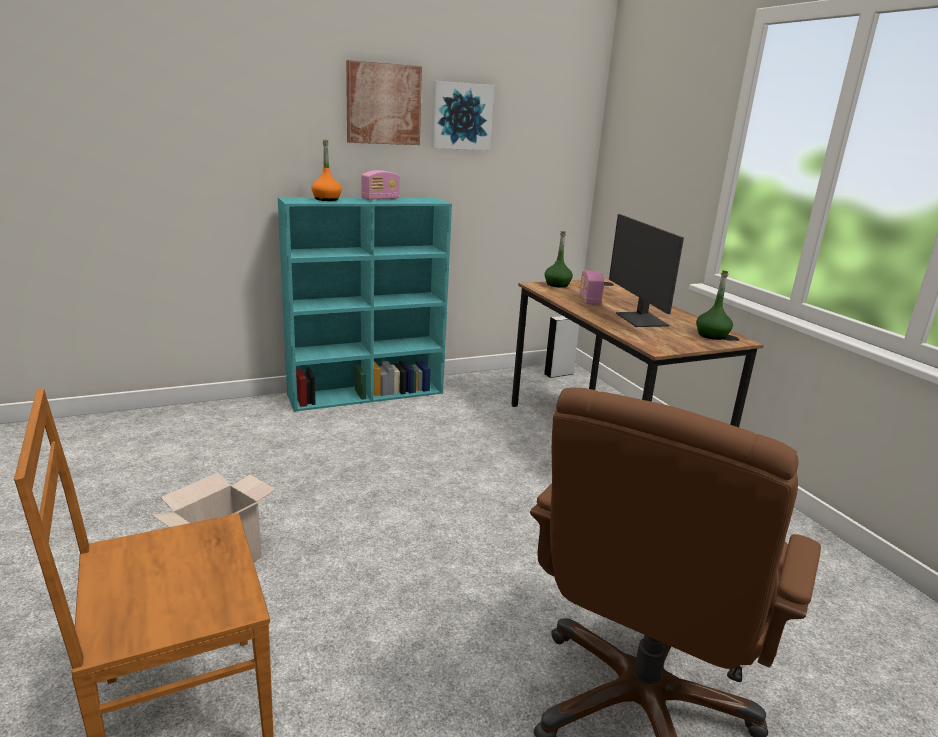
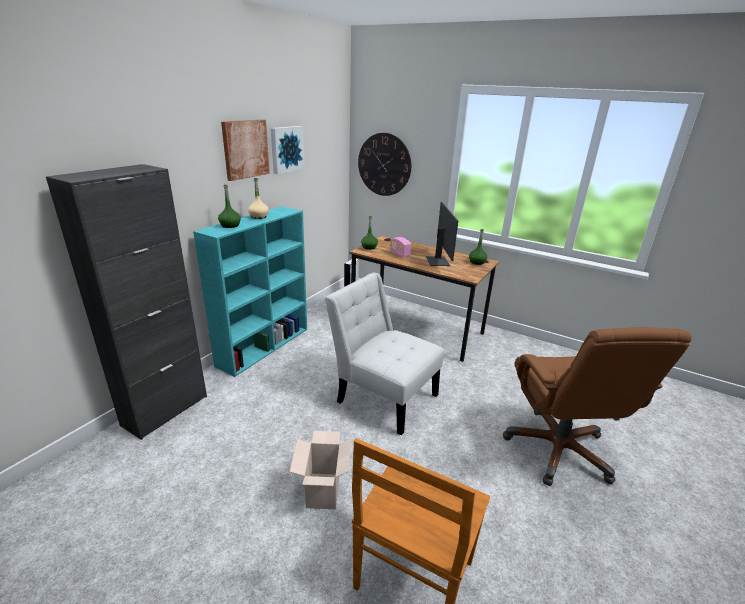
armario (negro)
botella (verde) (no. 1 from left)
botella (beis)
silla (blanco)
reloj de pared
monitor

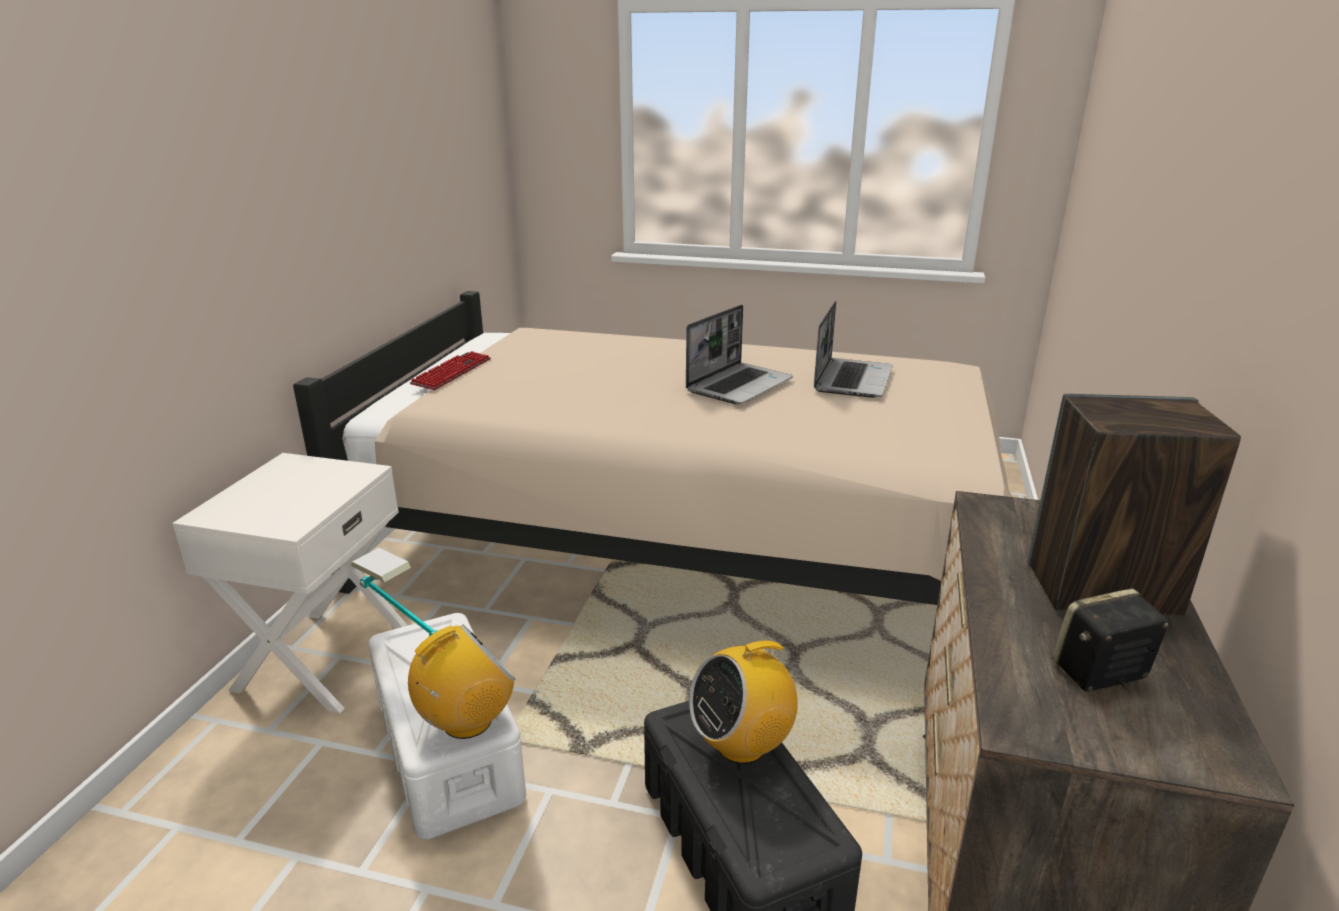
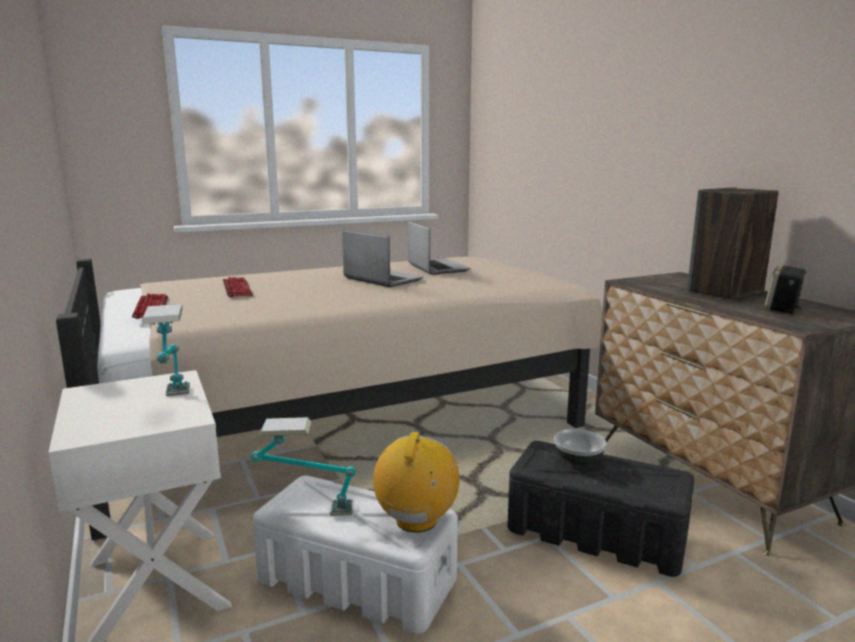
lámpara de mesa (no. 1 from left)
teclado (no. 2 from left)
portátil (no. 1 from left)
cuenco

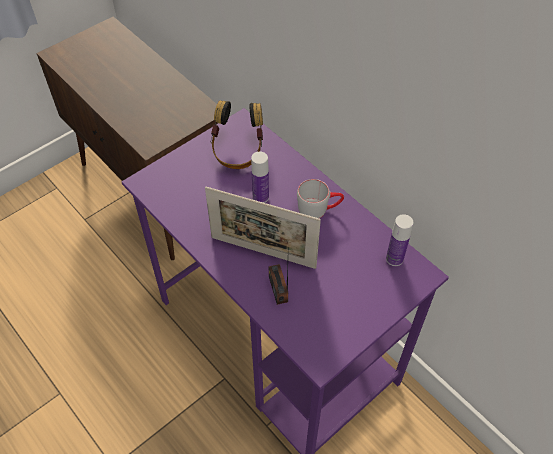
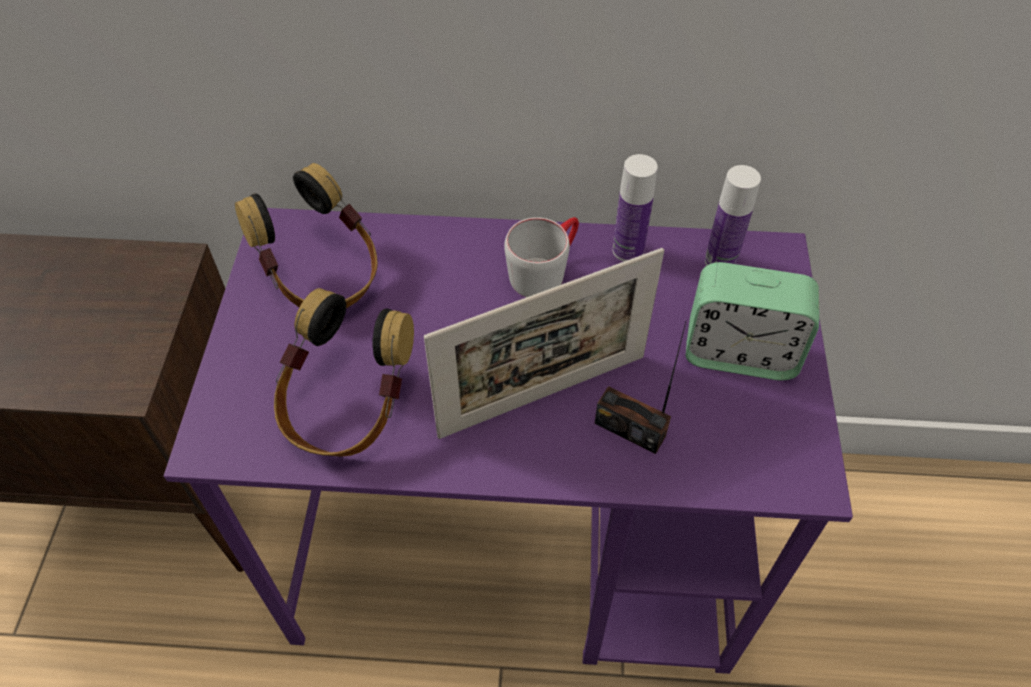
auriculares (no. 2 from left)
botella (no. 1 from left)
despertador

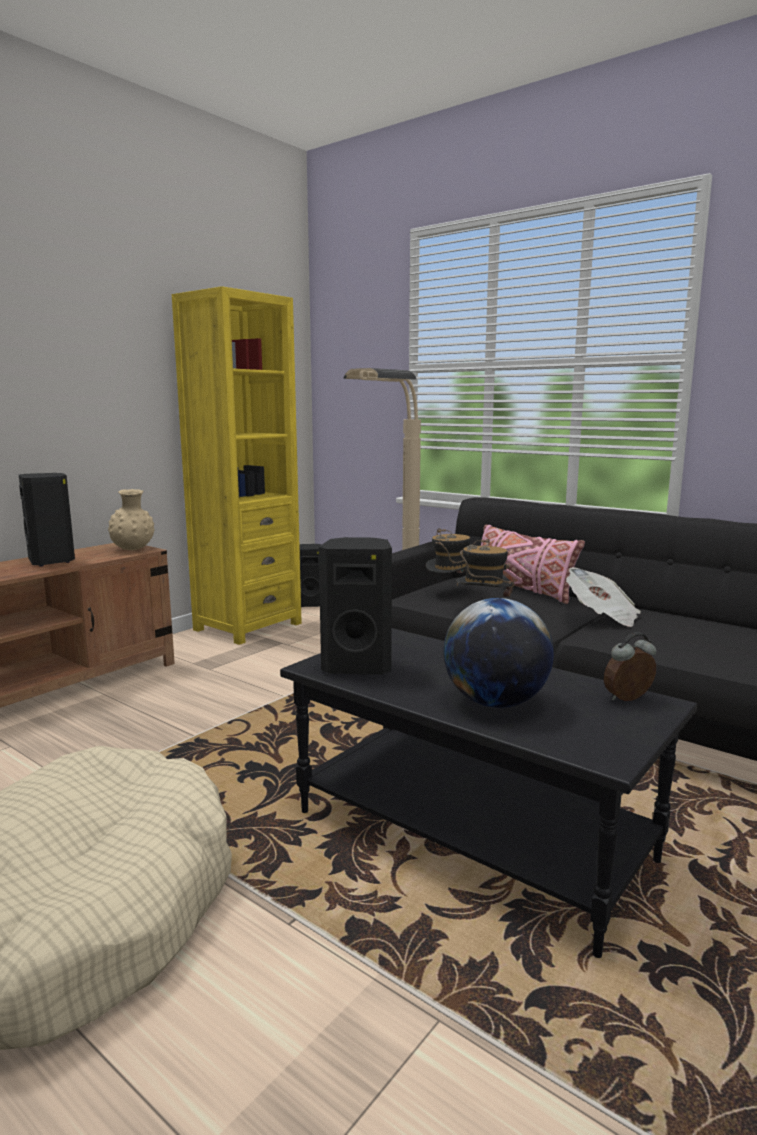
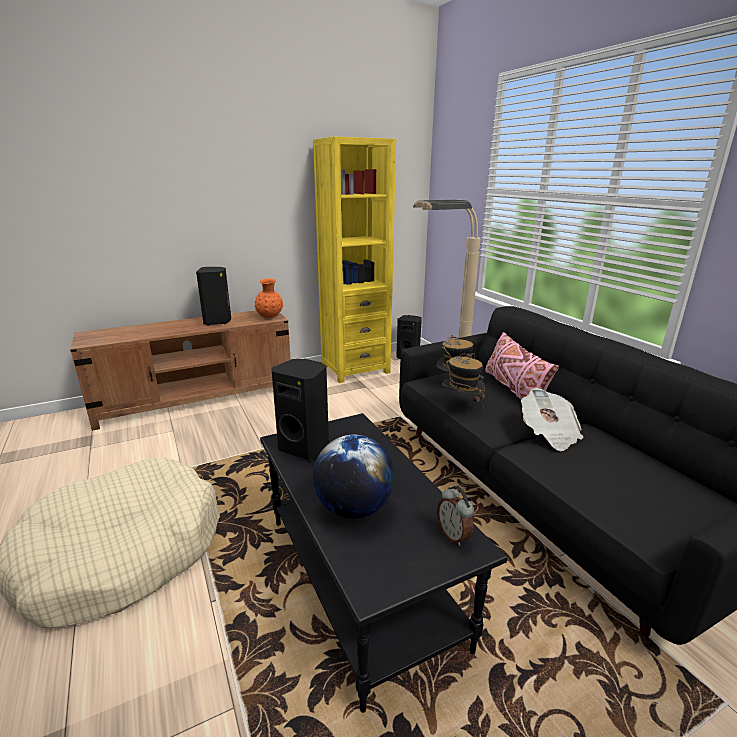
florero (naranja)
despertador

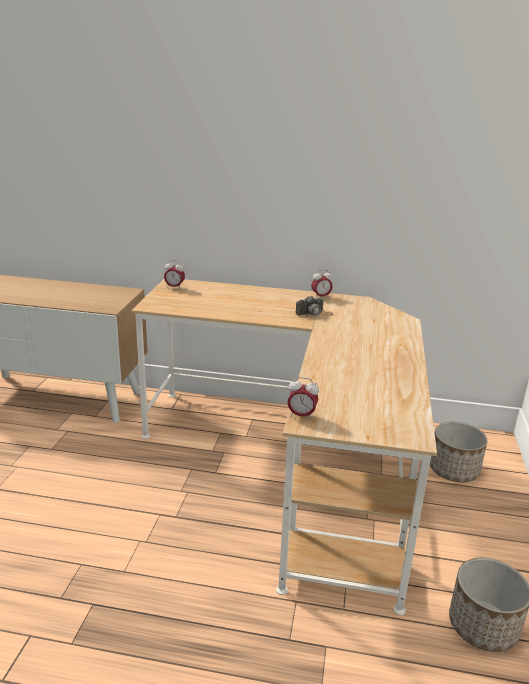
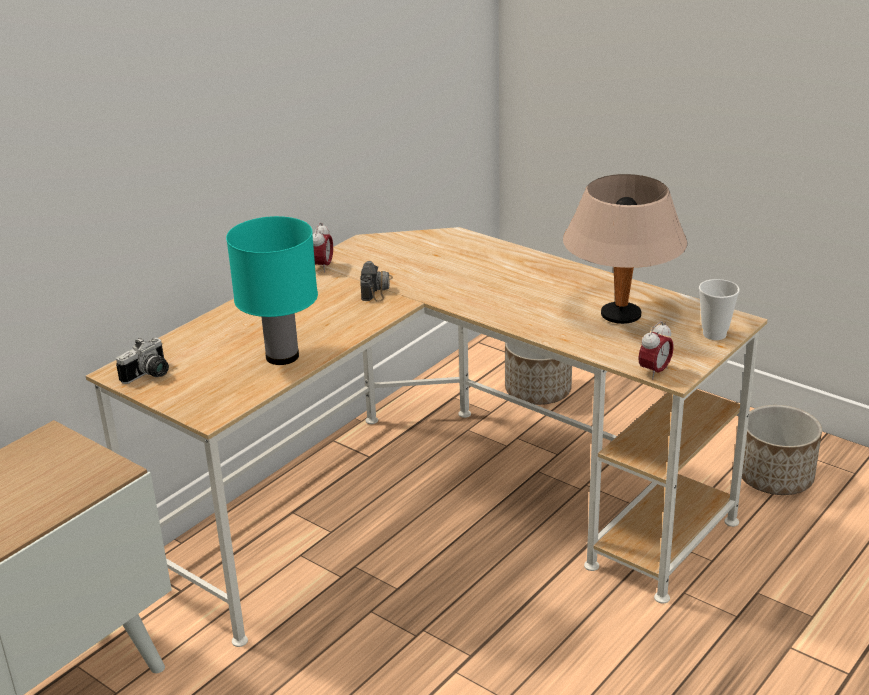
cámara (no. 1 from left)
lámpara de mesa (turquesa)
lámpara de mesa (beis)
taza

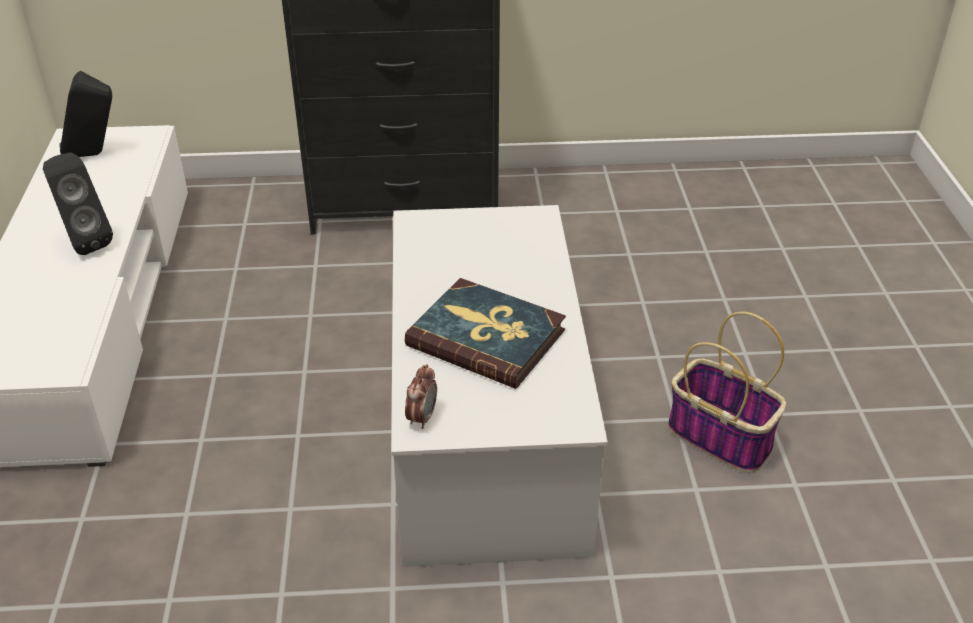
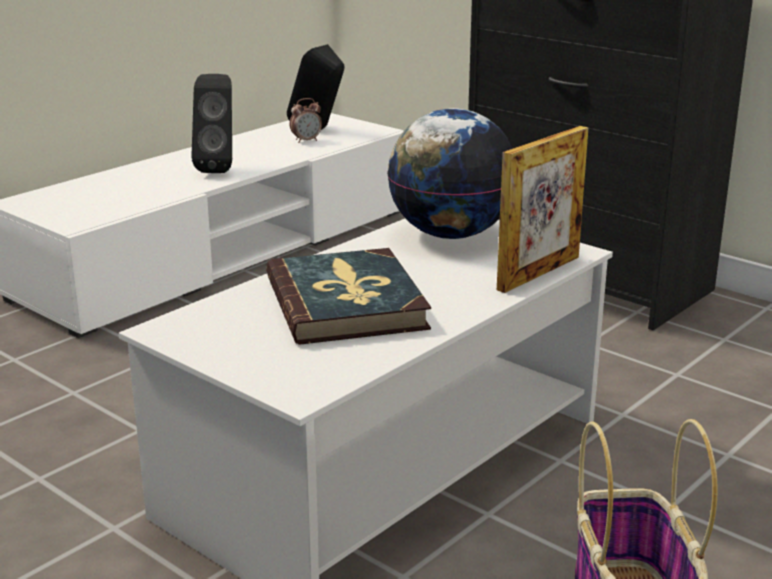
despertador
globo terráqueo
portarretratos

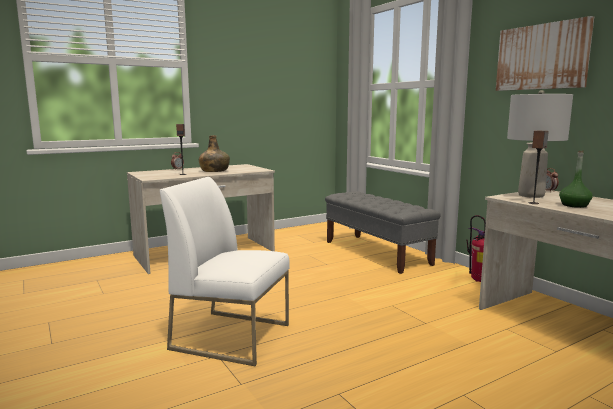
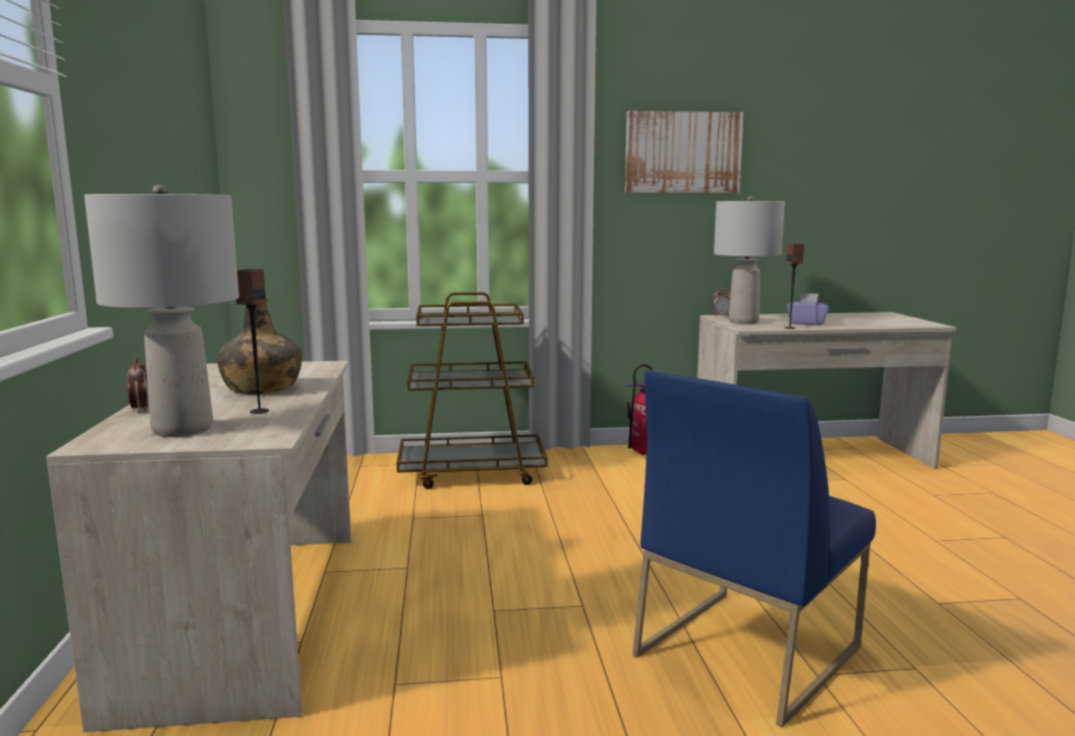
lámpara de mesa (gris) (no. 1 from left)
carrito (marrón)
silla (azul)
caja de pañuelos (morado)

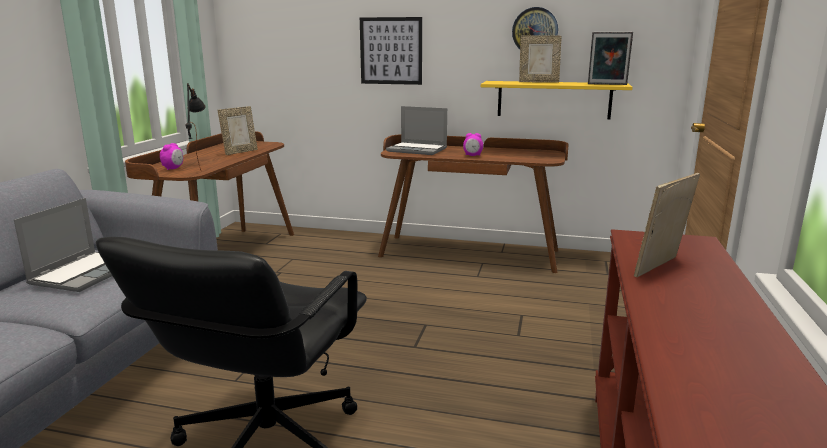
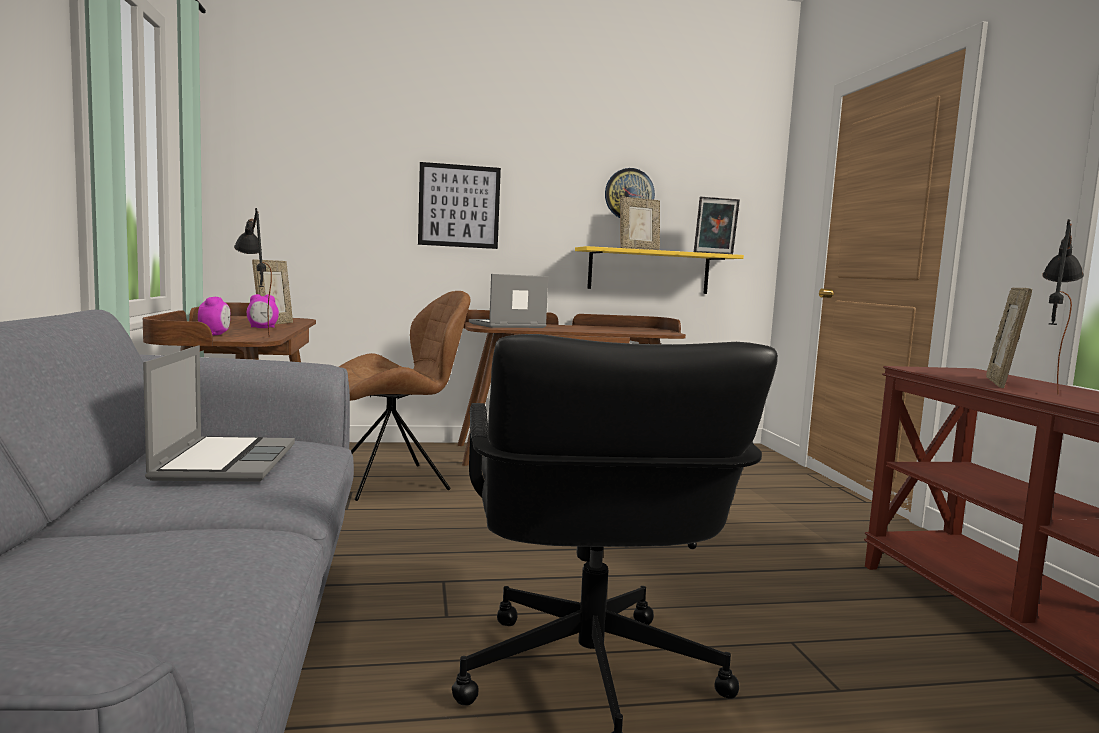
despertador (no. 2 from left)
silla (marrón)
portátil (no. 2 from left)
lámpara de mesa (negro) (no. 2 from left)

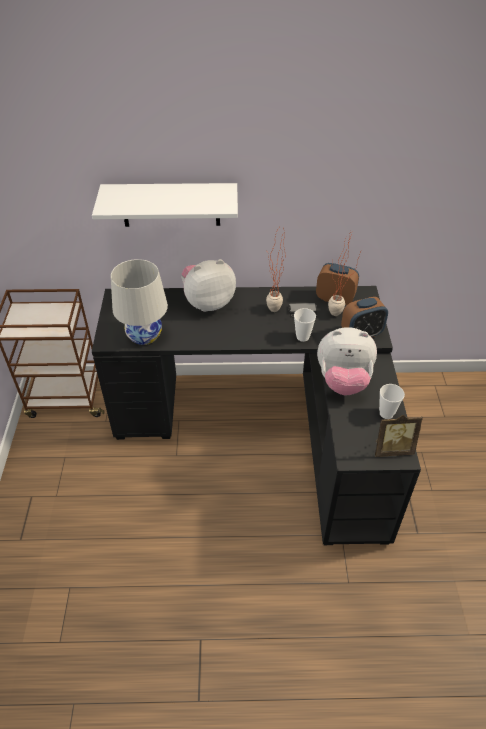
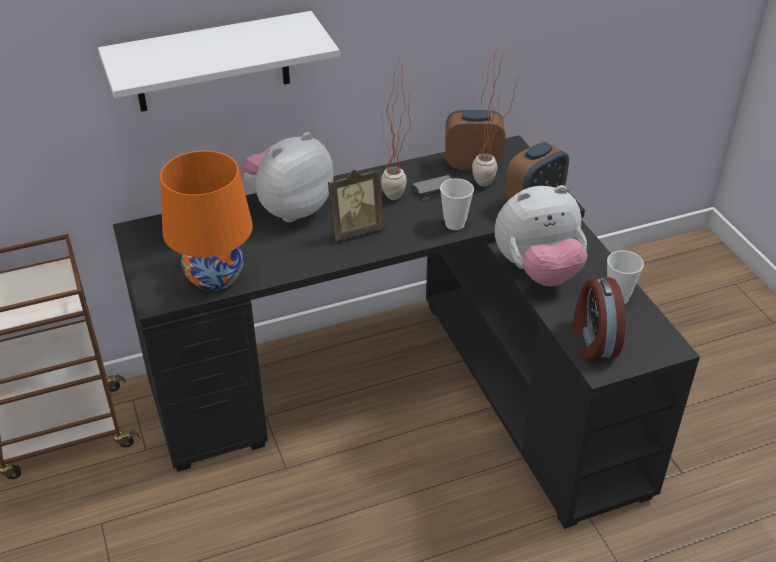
lámpara de mesa (naranja)
portarretratos
despertador (no. 3 from left)

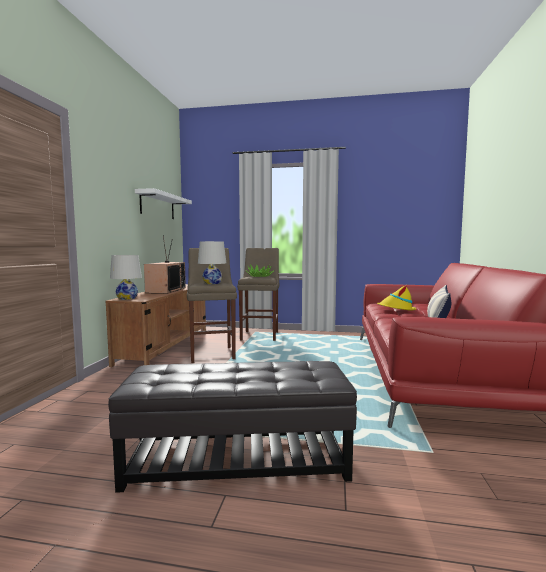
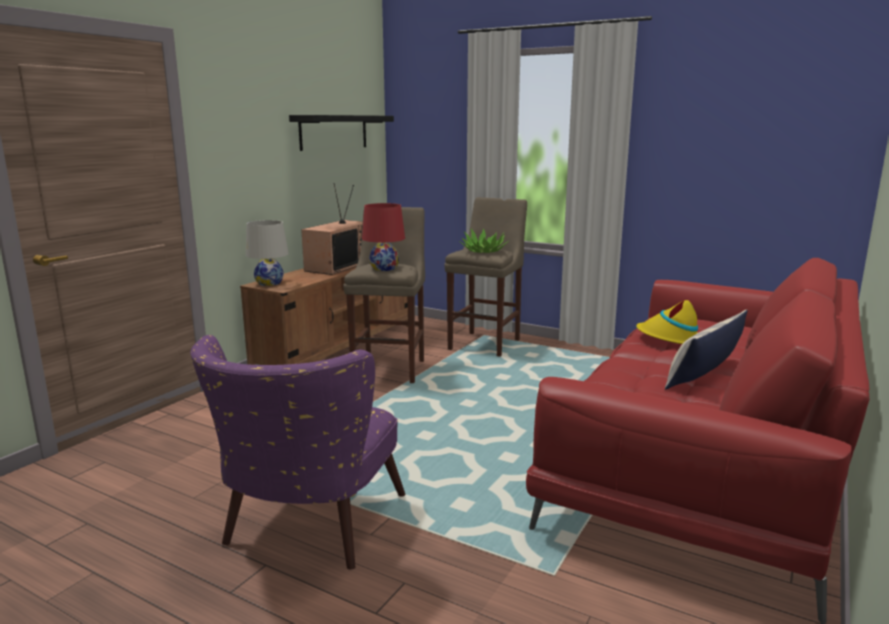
sillón (morado)
estante (negro)
lámpara de mesa (rojo)

